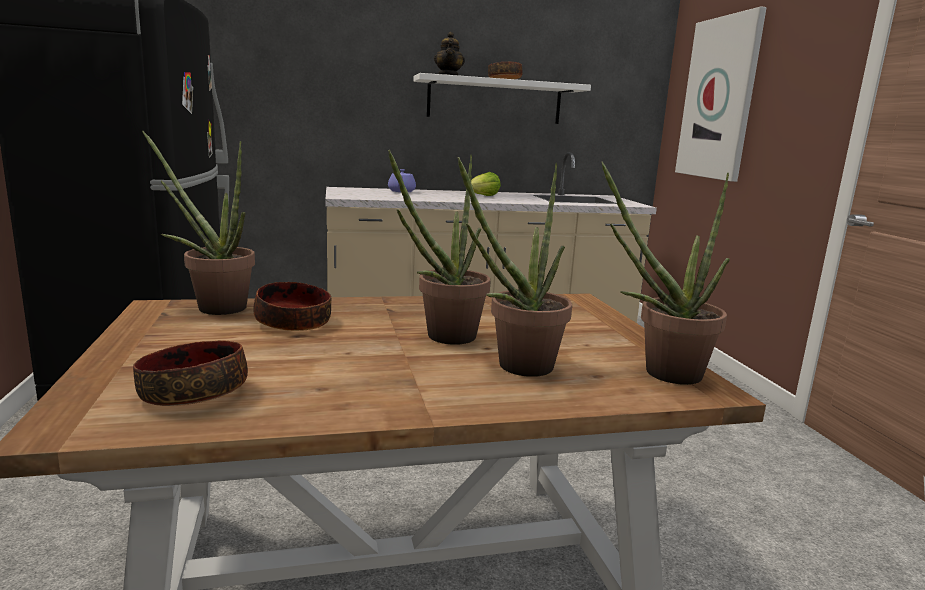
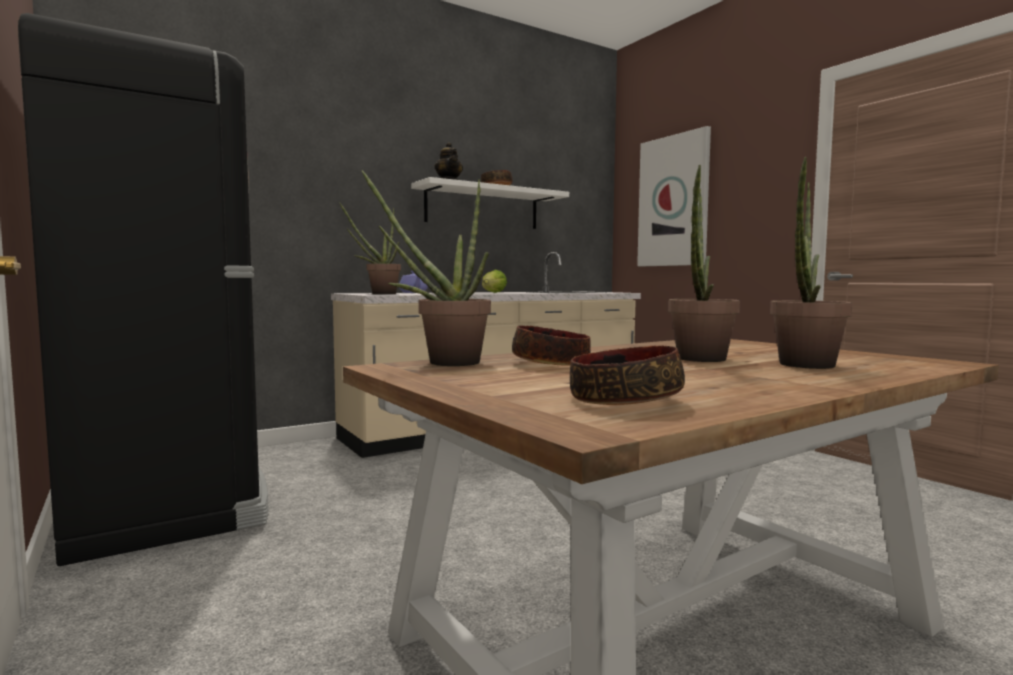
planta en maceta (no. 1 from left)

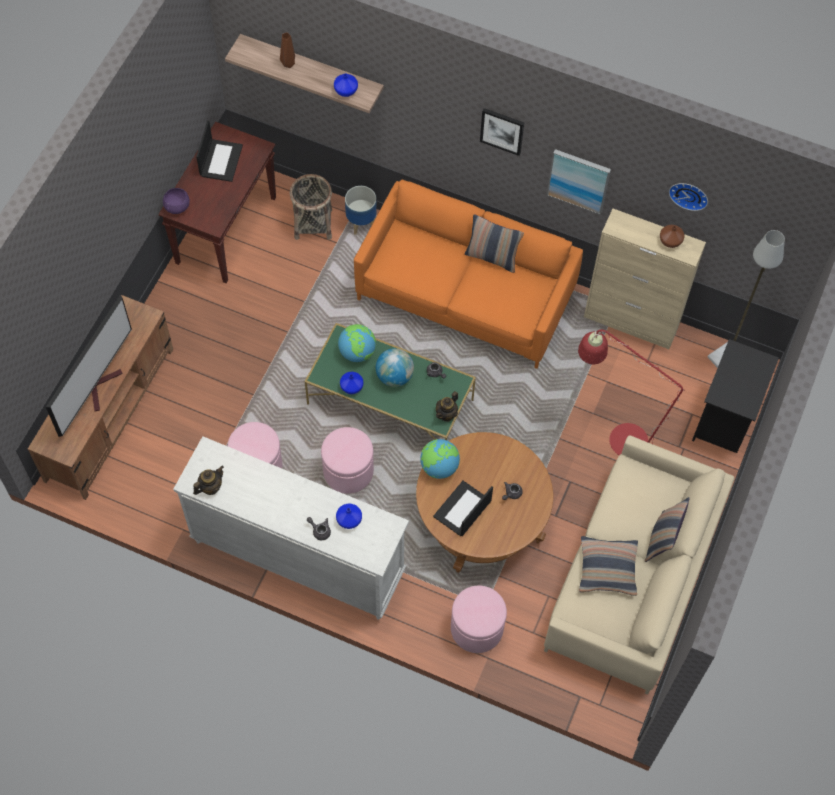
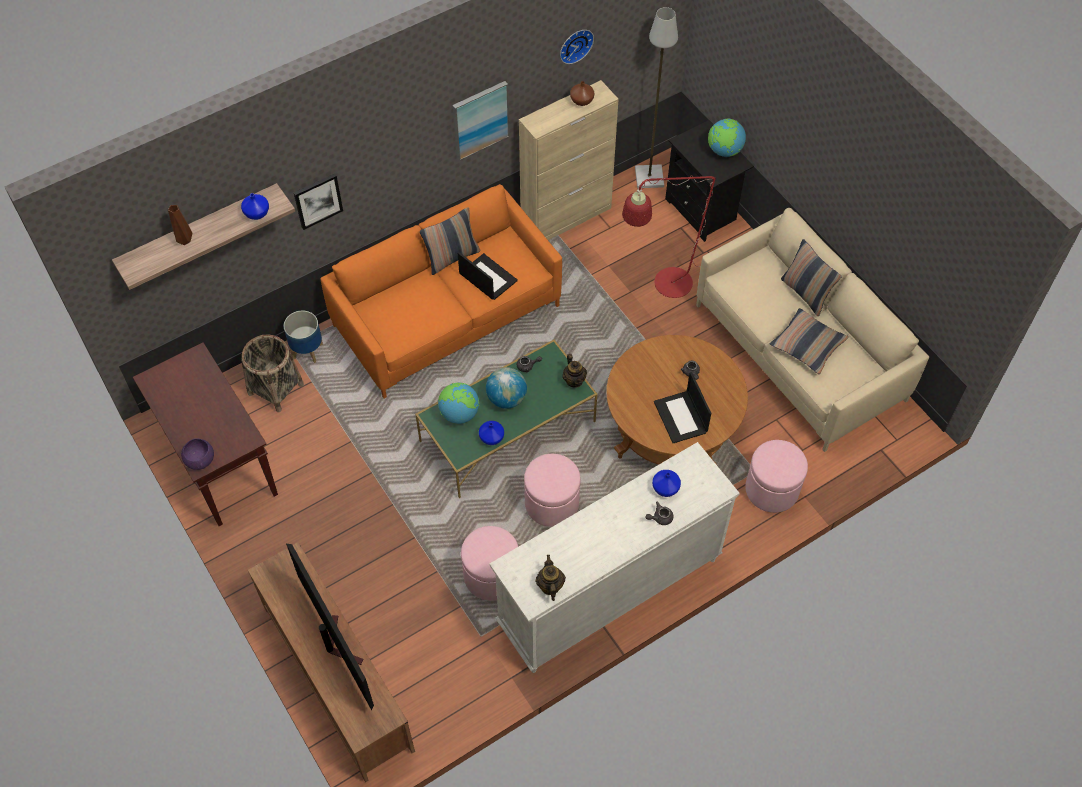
cuadro (no. 1 from left)
portátil (no. 1 from left)
globo terráqueo (no. 3 from left)

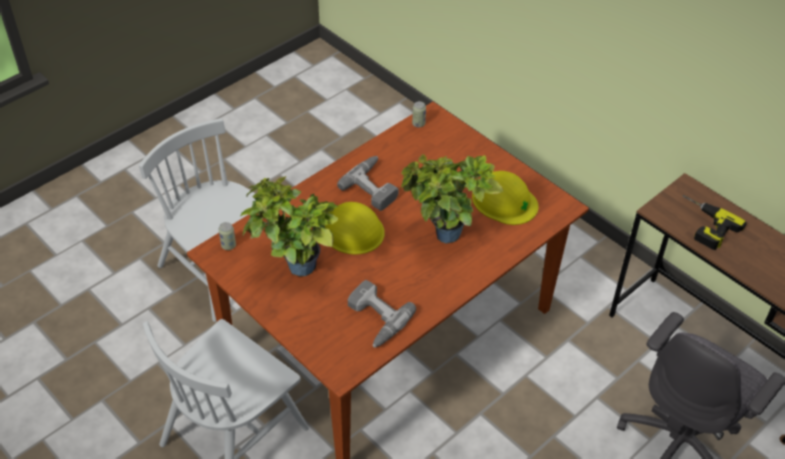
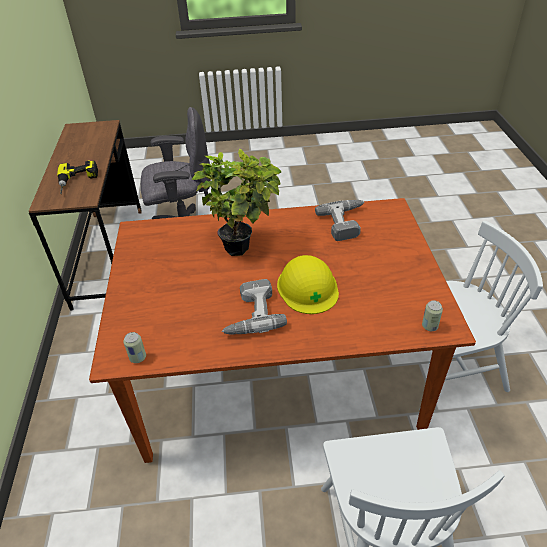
planta en maceta (no. 1 from left in the first image)
casco (amarillo) (no. 2 from left in the first image)

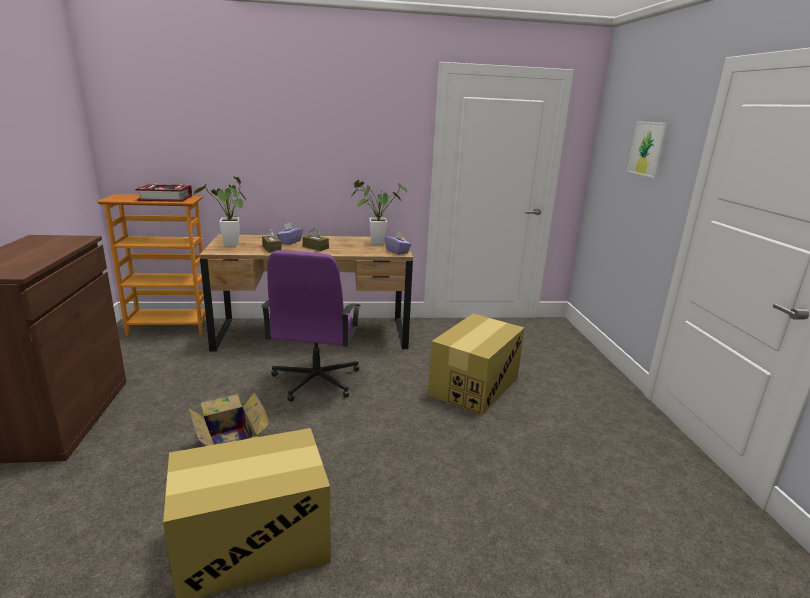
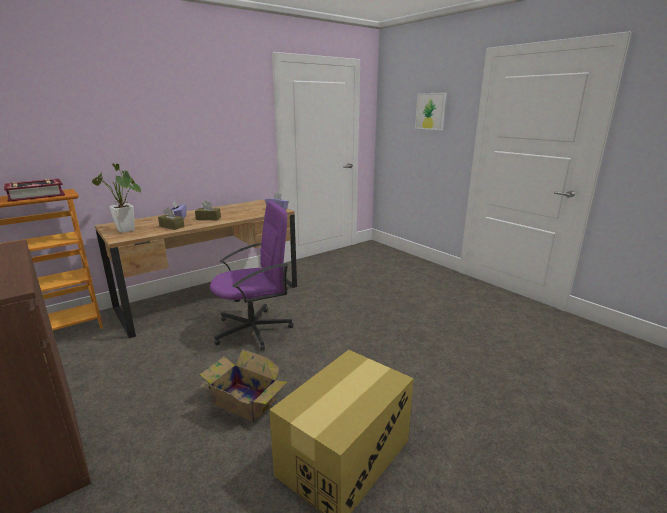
silla de oficina (morado)
planta en maceta (no. 2 from left in the first image)
caja de cartón (no. 3 from left in the first image)

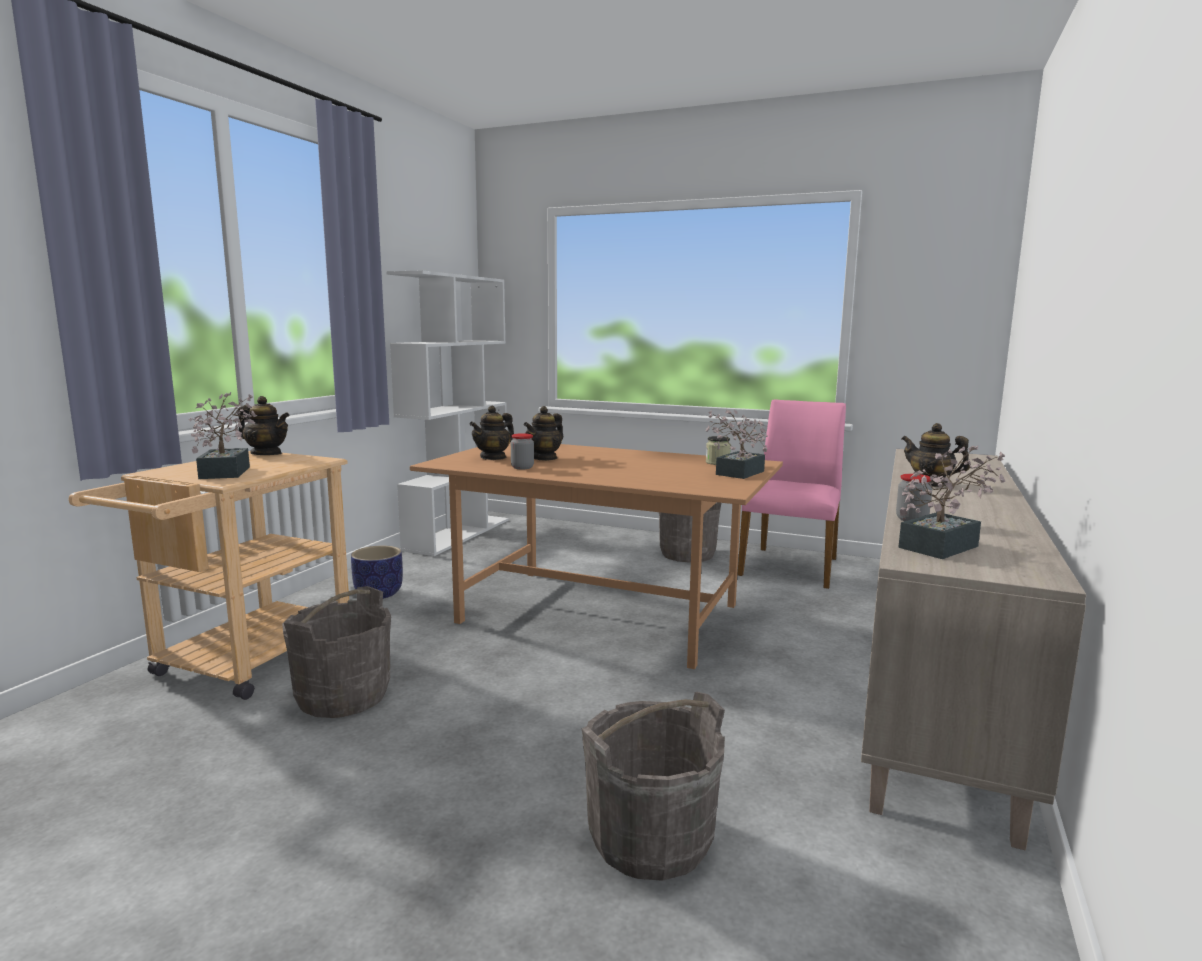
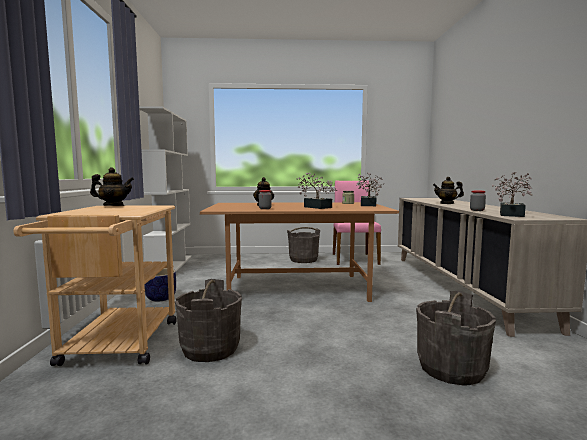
planta en maceta (no. 1 from left)
tetera (no. 2 from left in the first image)

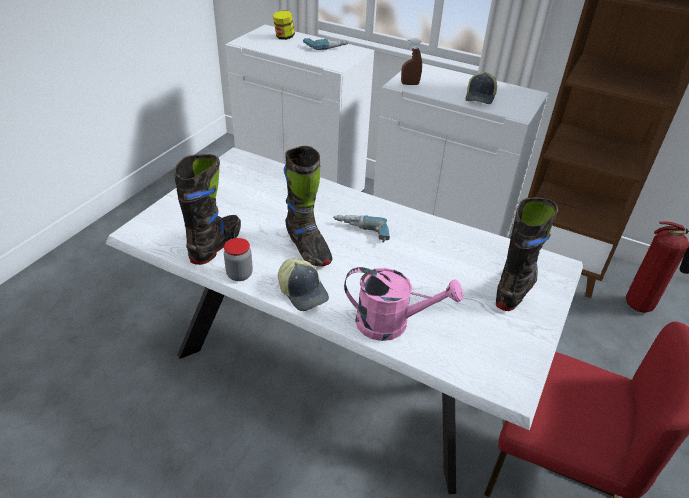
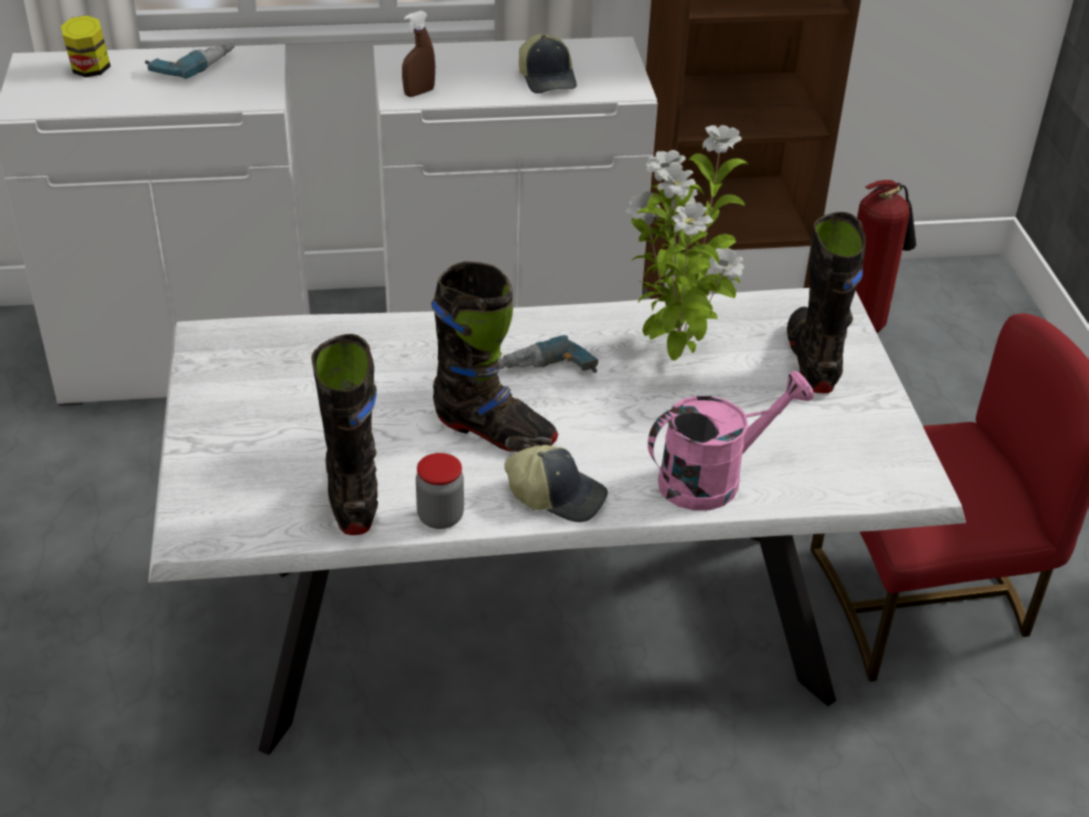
planta en maceta

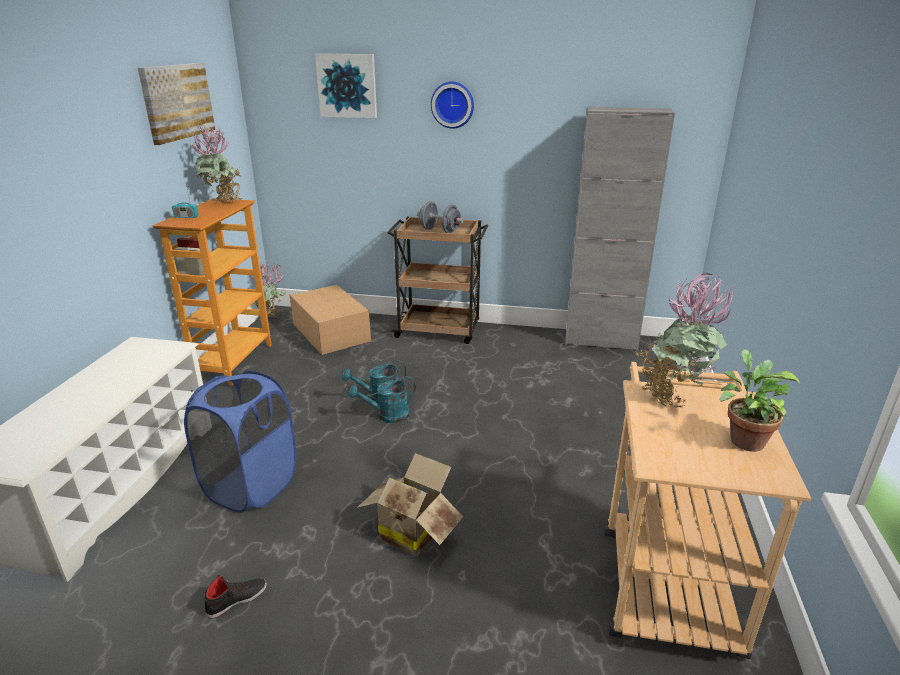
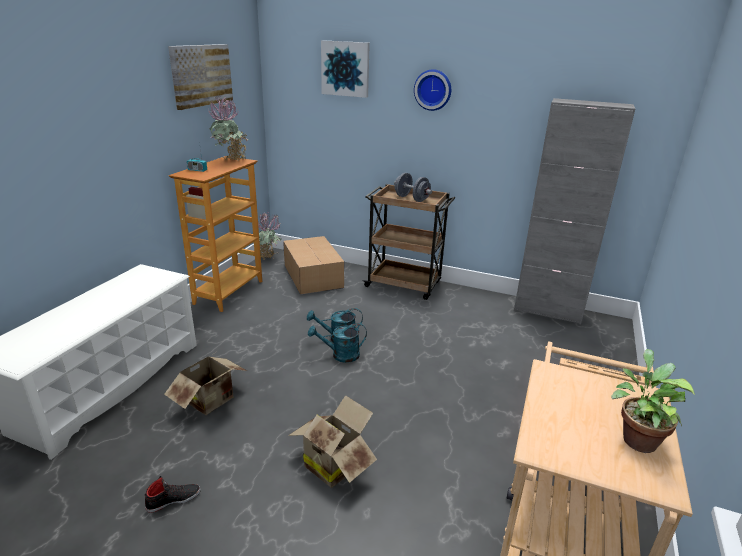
caja de cartón (no. 1 from left)
planta en maceta (no. 3 from left in the first image)

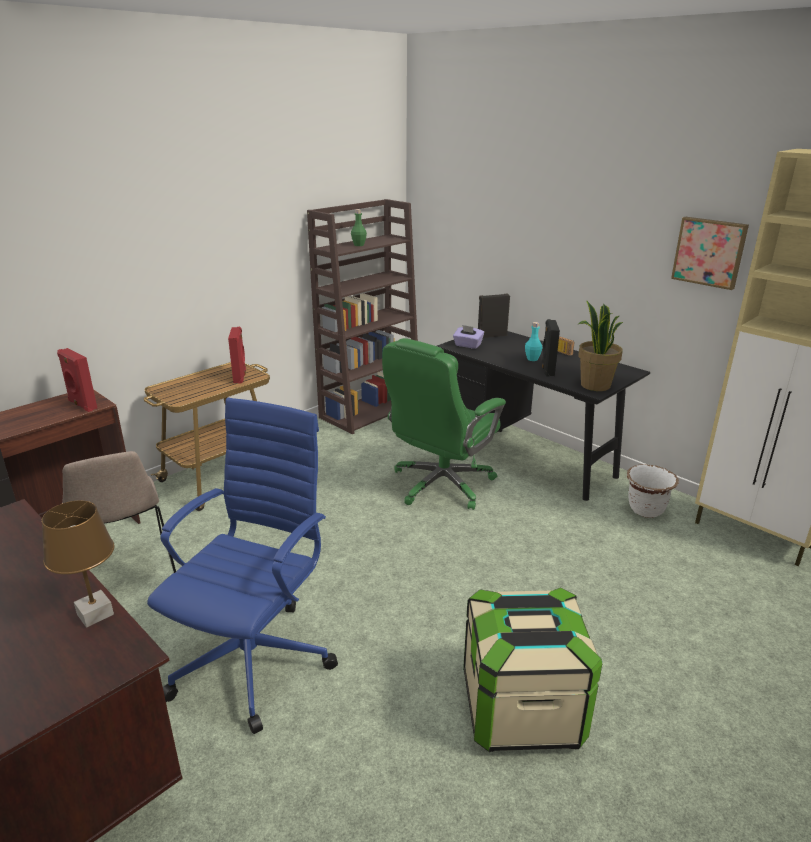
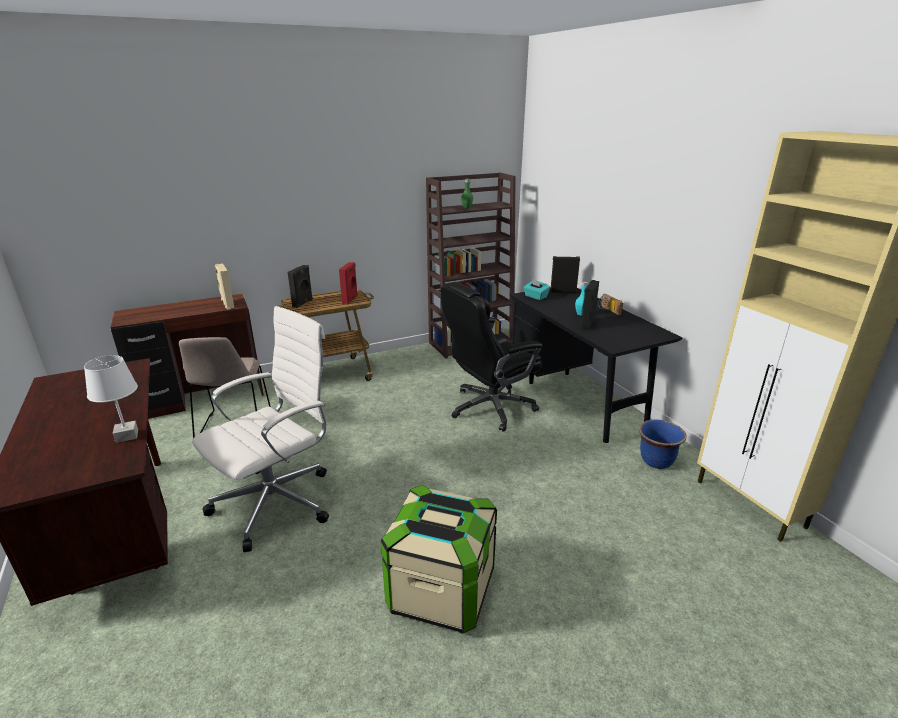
lámpara de mesa (blanco)
silla de oficina (blanco)
altavoz (beis)
altavoz (negro) (no. 1 from left)
silla de oficina (negro)
caja de pañuelos (turquesa)
maceta (azul)
planta en maceta
cuadro

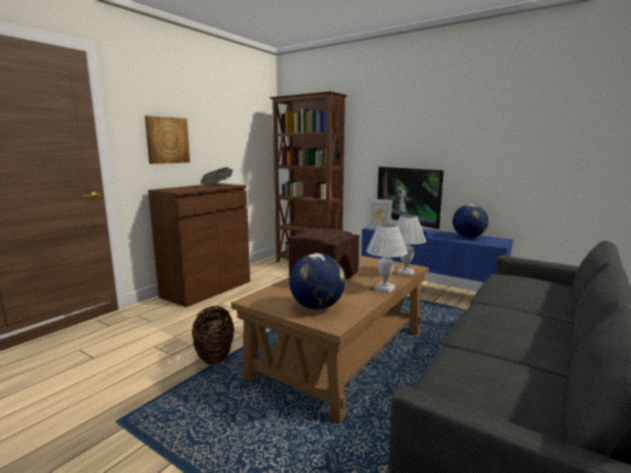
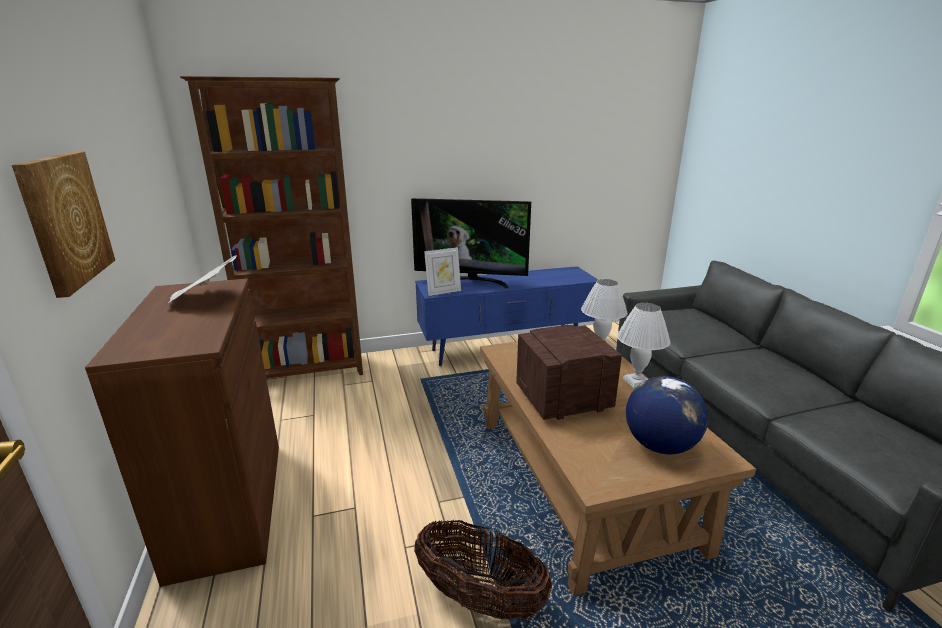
globo terráqueo (no. 2 from left in the first image)

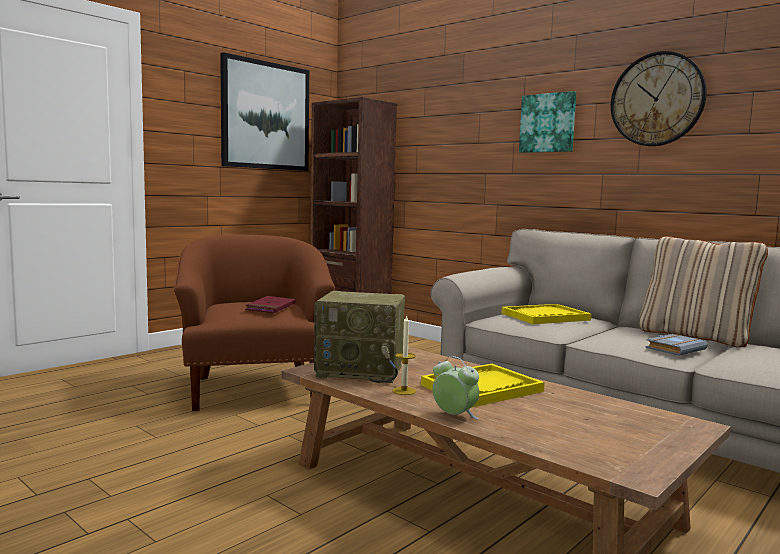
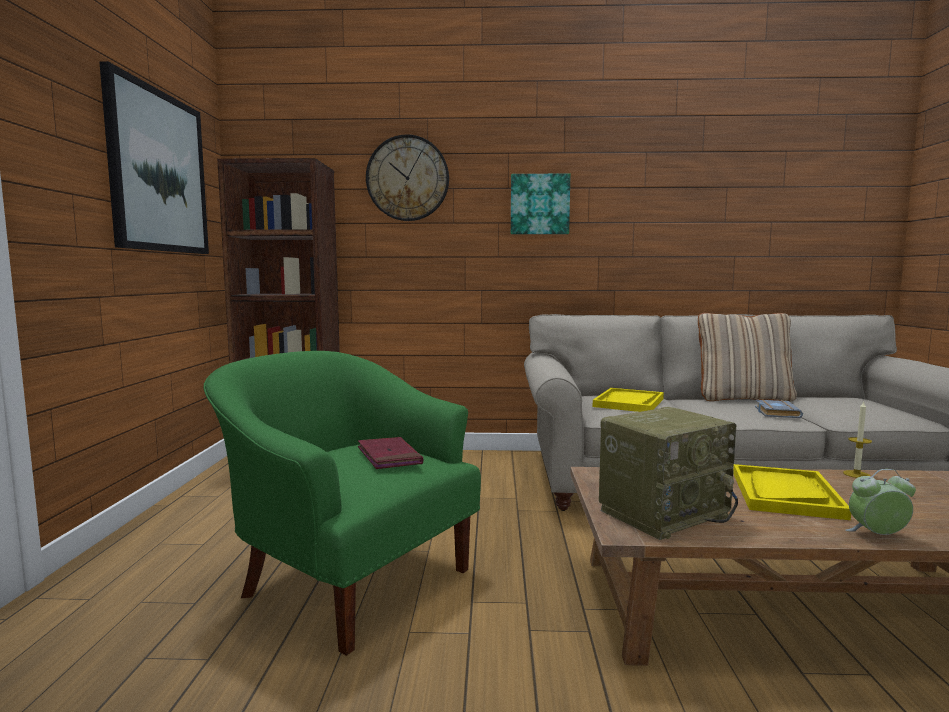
sillón (verde)
reloj de pared
vela

